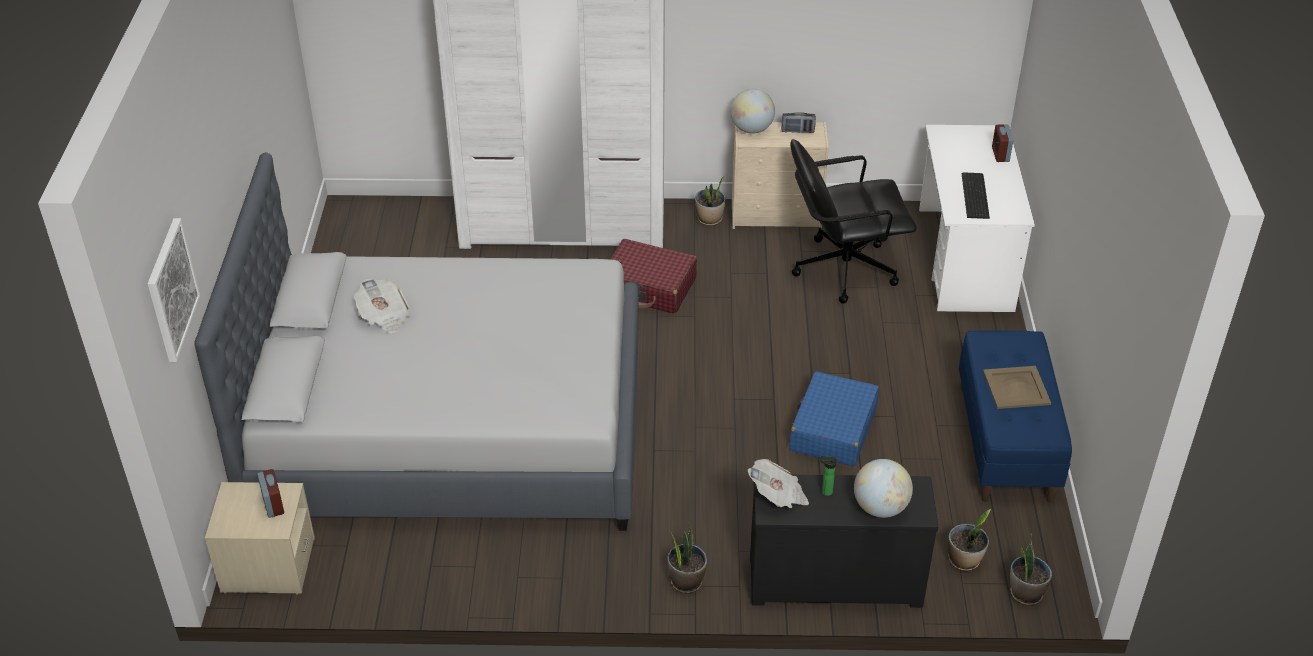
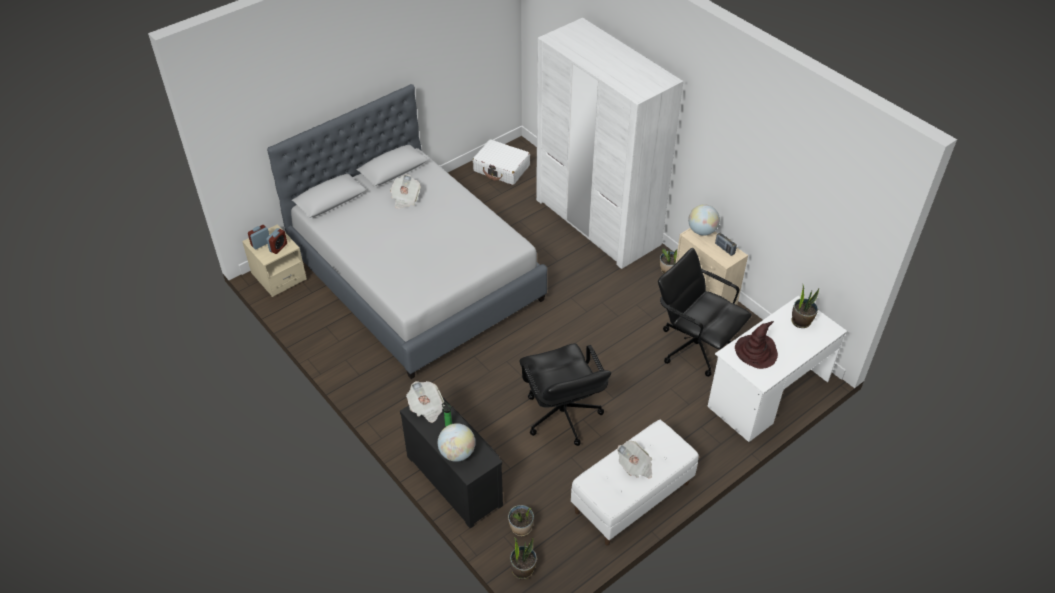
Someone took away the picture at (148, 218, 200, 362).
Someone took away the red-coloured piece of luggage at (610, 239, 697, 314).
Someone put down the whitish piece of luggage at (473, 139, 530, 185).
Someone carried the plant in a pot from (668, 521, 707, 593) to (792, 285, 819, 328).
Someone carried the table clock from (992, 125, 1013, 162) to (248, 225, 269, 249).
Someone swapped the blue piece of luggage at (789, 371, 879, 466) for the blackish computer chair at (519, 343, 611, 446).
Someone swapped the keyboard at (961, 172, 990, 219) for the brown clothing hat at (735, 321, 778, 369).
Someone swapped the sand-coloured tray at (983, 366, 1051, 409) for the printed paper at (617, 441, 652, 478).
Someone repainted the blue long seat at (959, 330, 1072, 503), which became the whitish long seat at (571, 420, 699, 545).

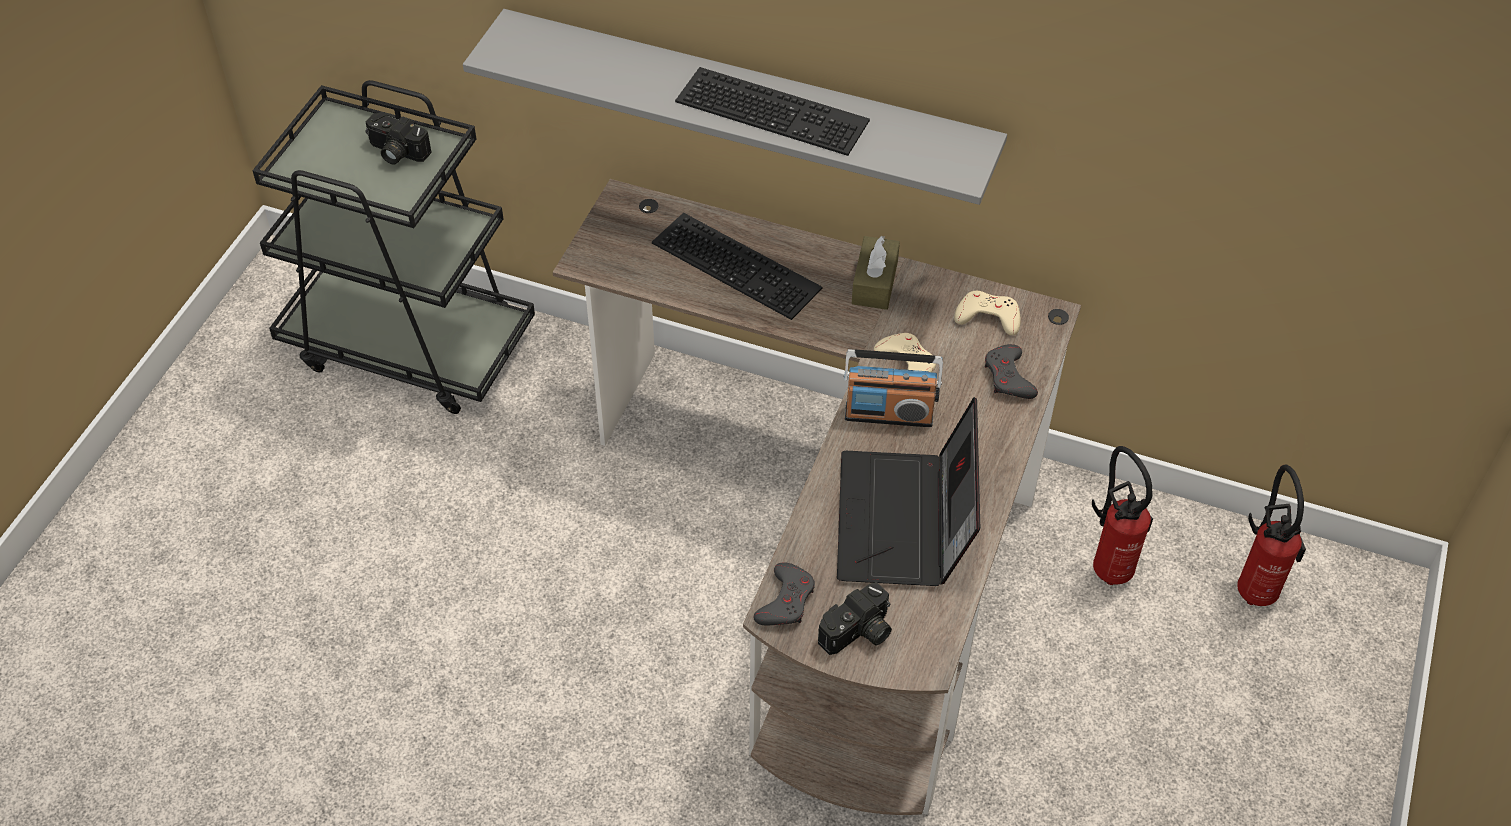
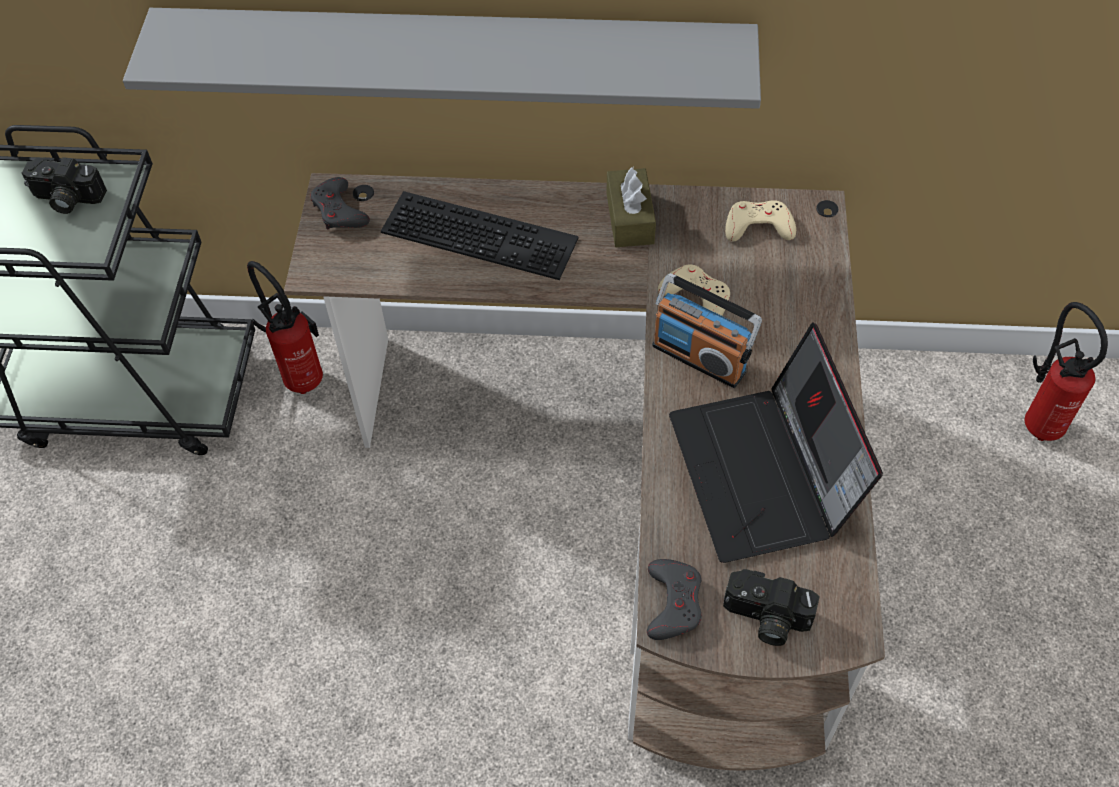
Someone took away the keyboard at (675, 67, 870, 156).
Someone carried the grey joypad from (985, 344, 1038, 399) to (310, 177, 370, 230).
Someone carried the fire extinguisher from (1092, 446, 1153, 585) to (247, 261, 323, 394).
Someone rotated the photo camera at (818, 582, 892, 655) by 75 degrees clockwise.
Someone rotated the radio at (844, 349, 943, 427) by 45 degrees clockwise.

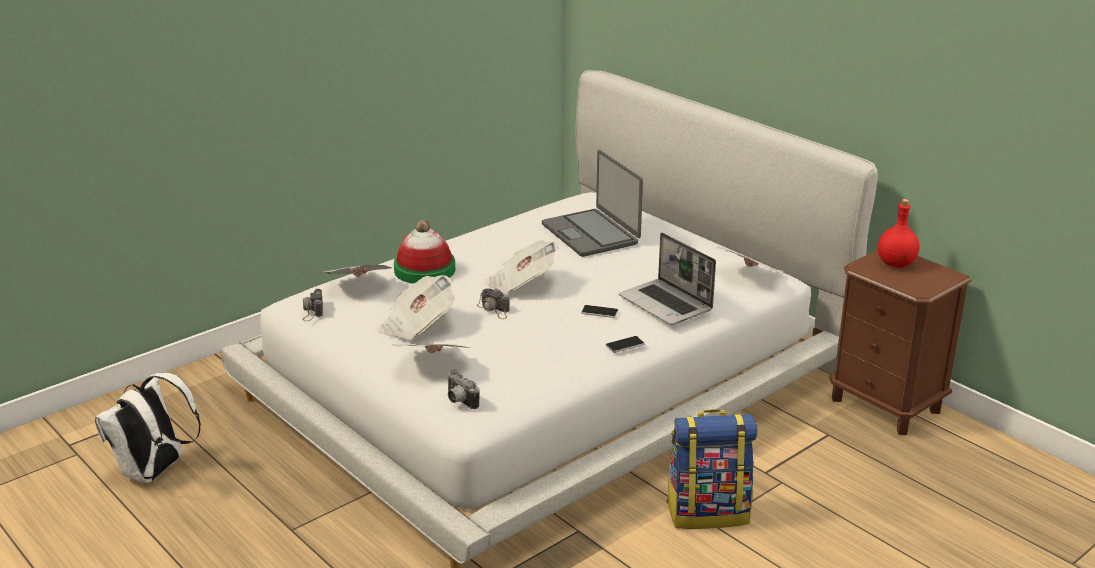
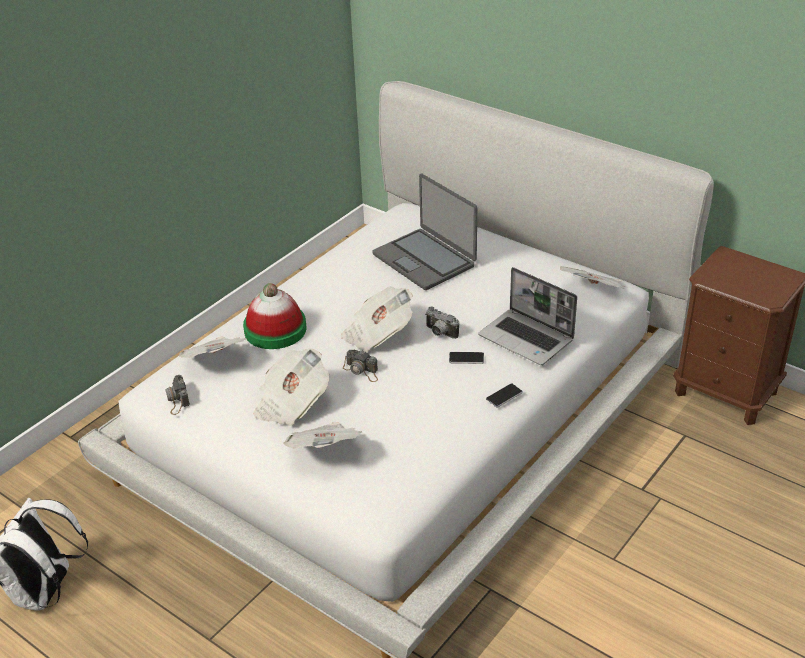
Someone took away the rucksack at (666, 409, 757, 529).
Someone took away the red-coloured beverage bottle at (878, 199, 919, 268).
Someone carried the photo camera from (447, 369, 480, 409) to (425, 306, 459, 339).

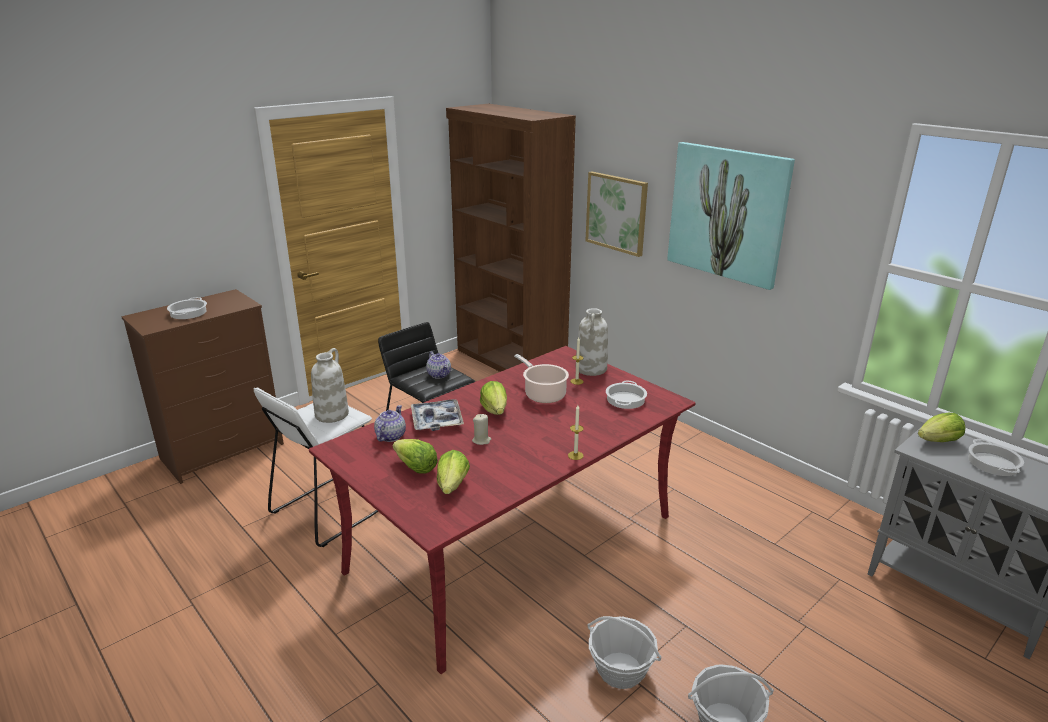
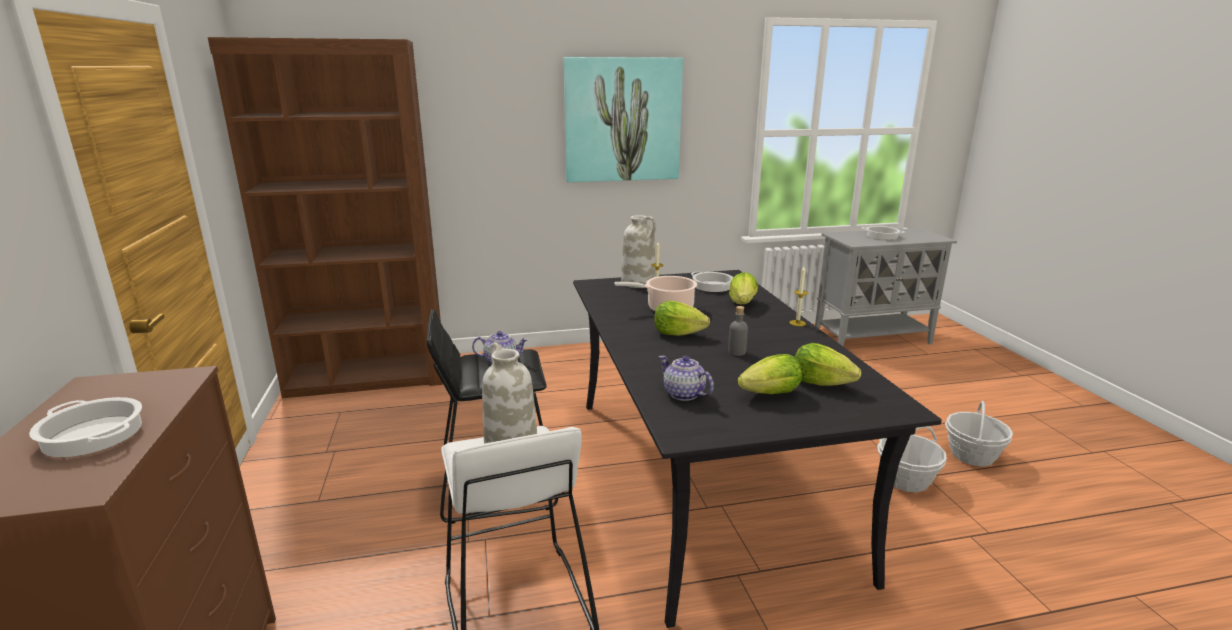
Someone took away the tray at (411, 399, 464, 431).
Someone took away the picture at (586, 171, 648, 257).
Someone carried the head of lettuce from (918, 413, 966, 442) to (729, 272, 758, 304).
Someone swapped the sand-coloured candle at (472, 414, 491, 445) for the grey beverage bottle at (728, 306, 748, 356).
Someone repainted the red-coloured kitchen table at (309, 346, 695, 674), which became the blackish kitchen table at (573, 270, 942, 628).

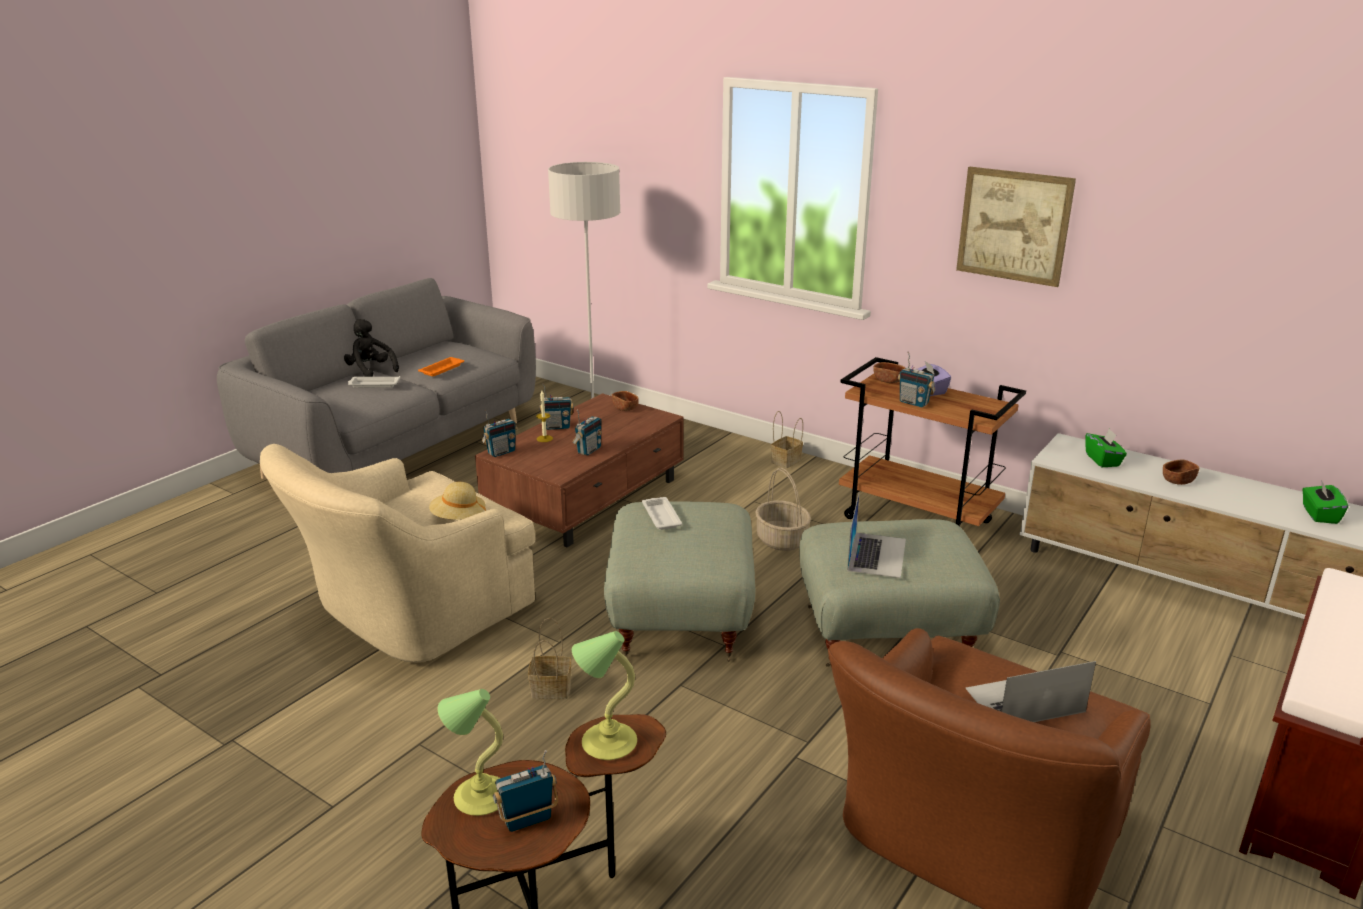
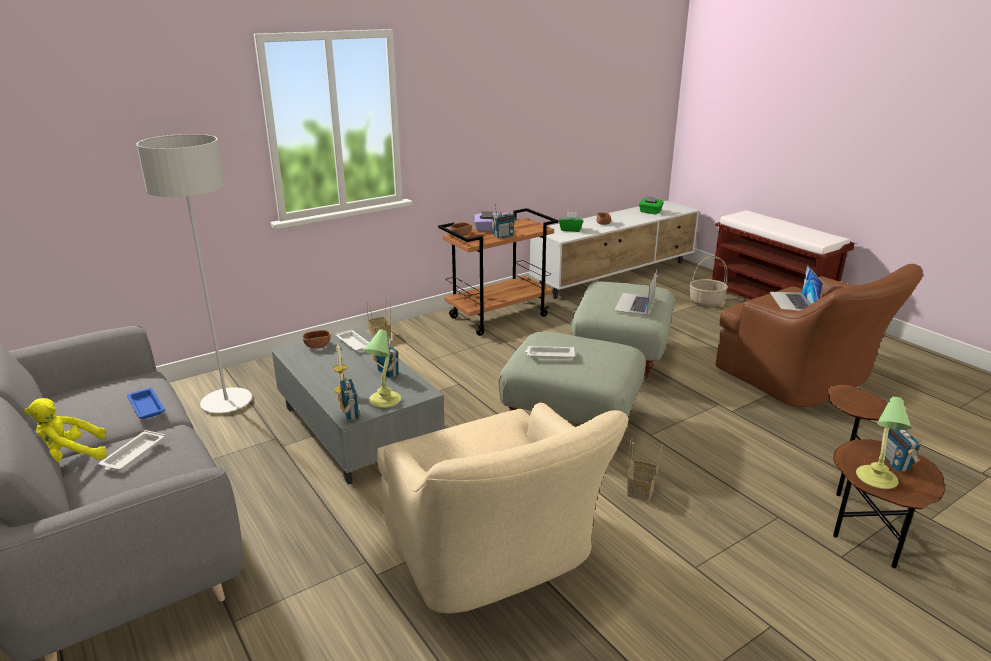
Someone took away the sand-coloured clothing hat at (429, 482, 486, 520).
Someone took away the radio at (539, 384, 574, 430).
Someone took away the picture at (956, 167, 1076, 287).
Someone put down the whitish tray at (335, 329, 369, 352).
Someone carried the tabletop lamp from (572, 631, 637, 760) to (364, 329, 401, 408).
Someone carried the household basket from (755, 468, 811, 551) to (689, 256, 728, 307).
Someone repainted the blackish cuddly toy at (344, 319, 399, 377), which became the yellow-coloured cuddly toy at (24, 398, 107, 462).
Someone repainted the orange tray at (418, 357, 464, 376), which became the blue tray at (127, 388, 165, 419).
Someone repainted the brown low table at (475, 393, 684, 547), which became the grey low table at (272, 327, 445, 485).
Someone rotated the laptop at (847, 494, 906, 578) by 105 degrees counterclockwise.

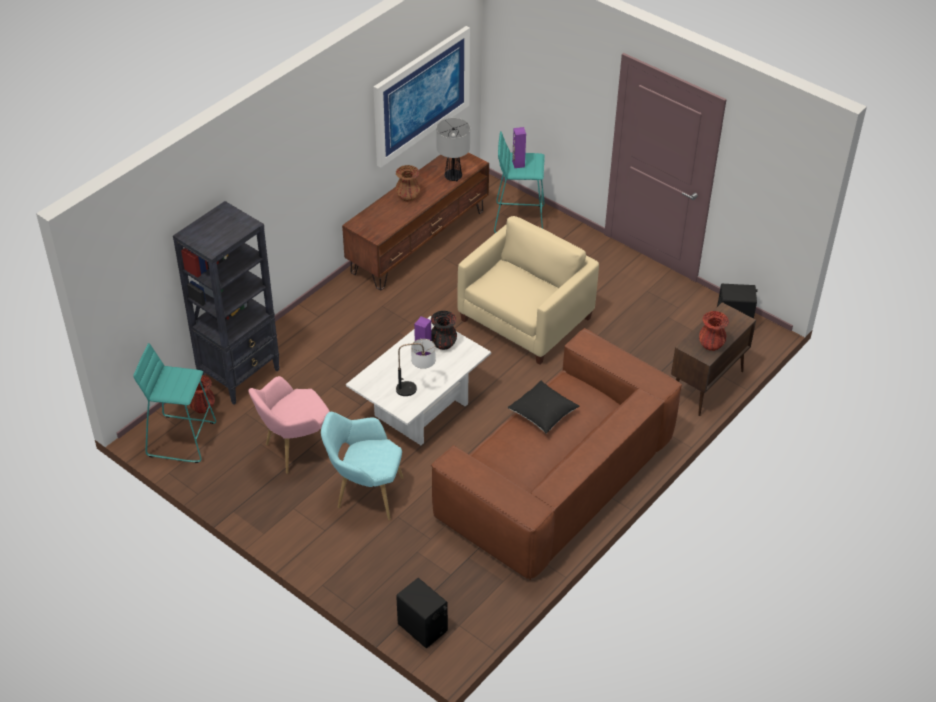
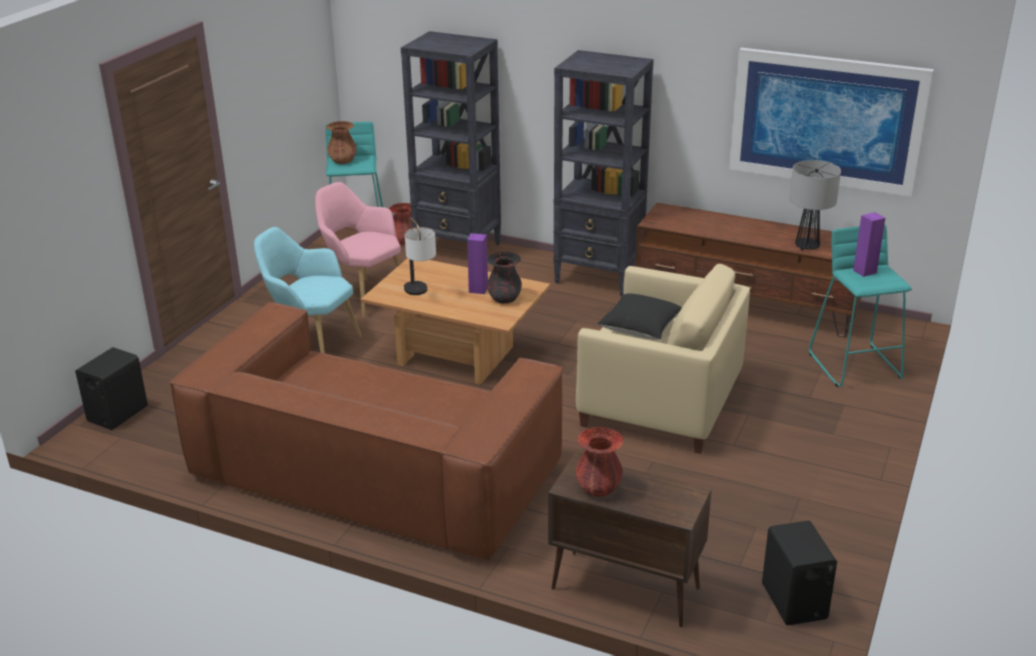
Someone put down the blackish bookcase at (553, 50, 653, 296).
Someone carried the brown flower vase from (396, 165, 420, 202) to (326, 121, 356, 164).
Someone carried the blackish pillow from (507, 381, 579, 434) to (597, 293, 682, 340).
Someone repainted the whitish low table at (346, 316, 491, 445), which became the brown low table at (361, 258, 550, 385).
Someone rotated the turquoise easy chair at (321, 412, 404, 520) by 60 degrees counterclockwise.

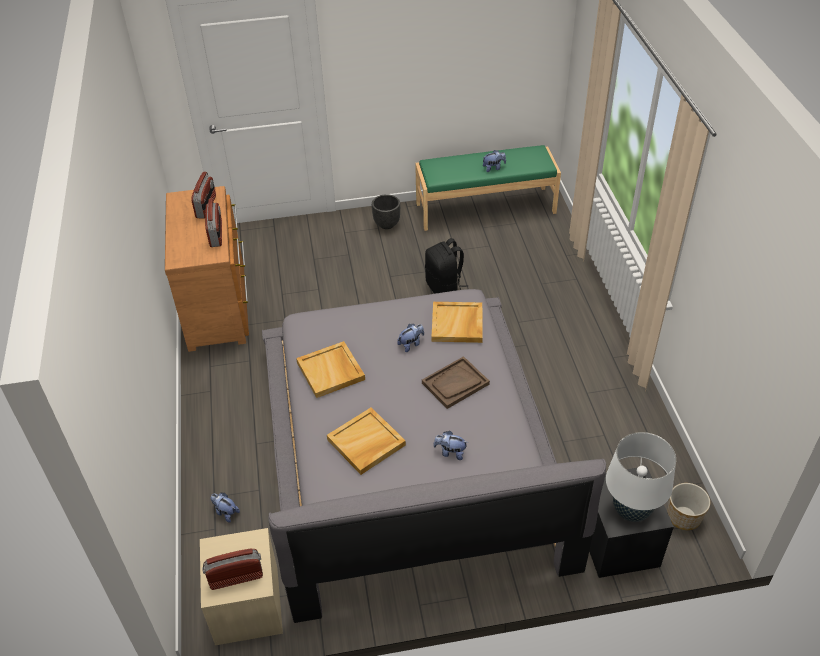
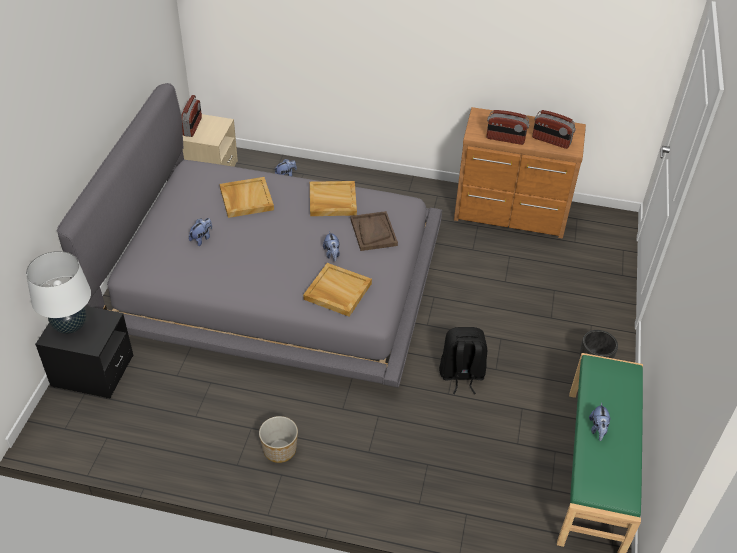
Someone carried the brown tray from (422, 356, 490, 409) to (350, 211, 398, 251).
Someone carried the planter from (667, 483, 710, 530) to (259, 416, 298, 463).

